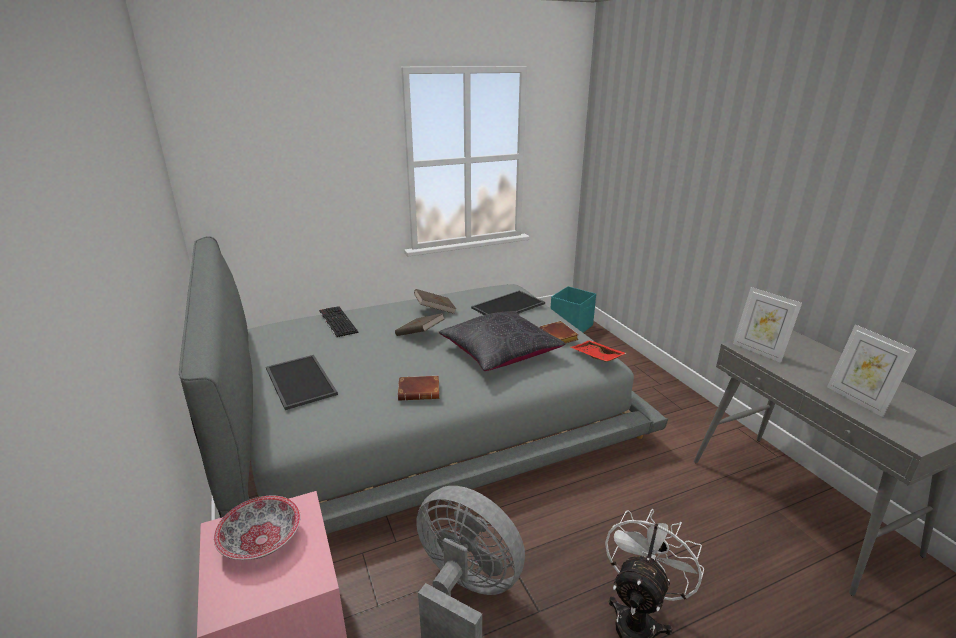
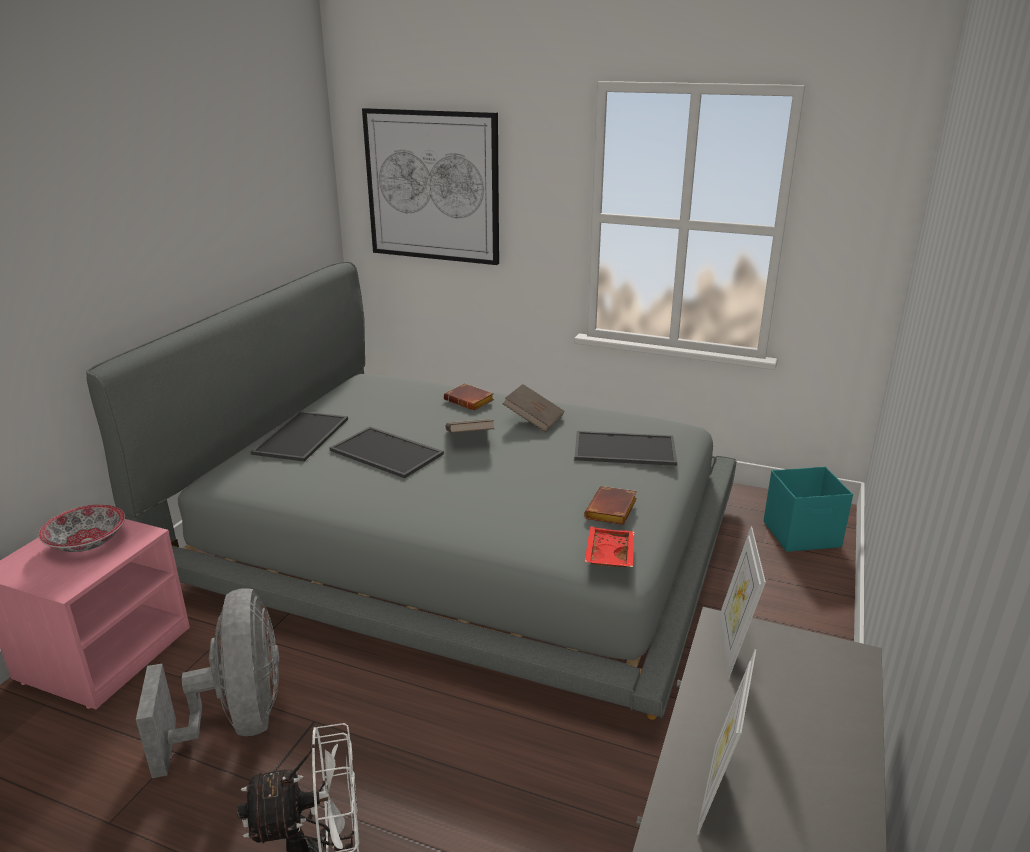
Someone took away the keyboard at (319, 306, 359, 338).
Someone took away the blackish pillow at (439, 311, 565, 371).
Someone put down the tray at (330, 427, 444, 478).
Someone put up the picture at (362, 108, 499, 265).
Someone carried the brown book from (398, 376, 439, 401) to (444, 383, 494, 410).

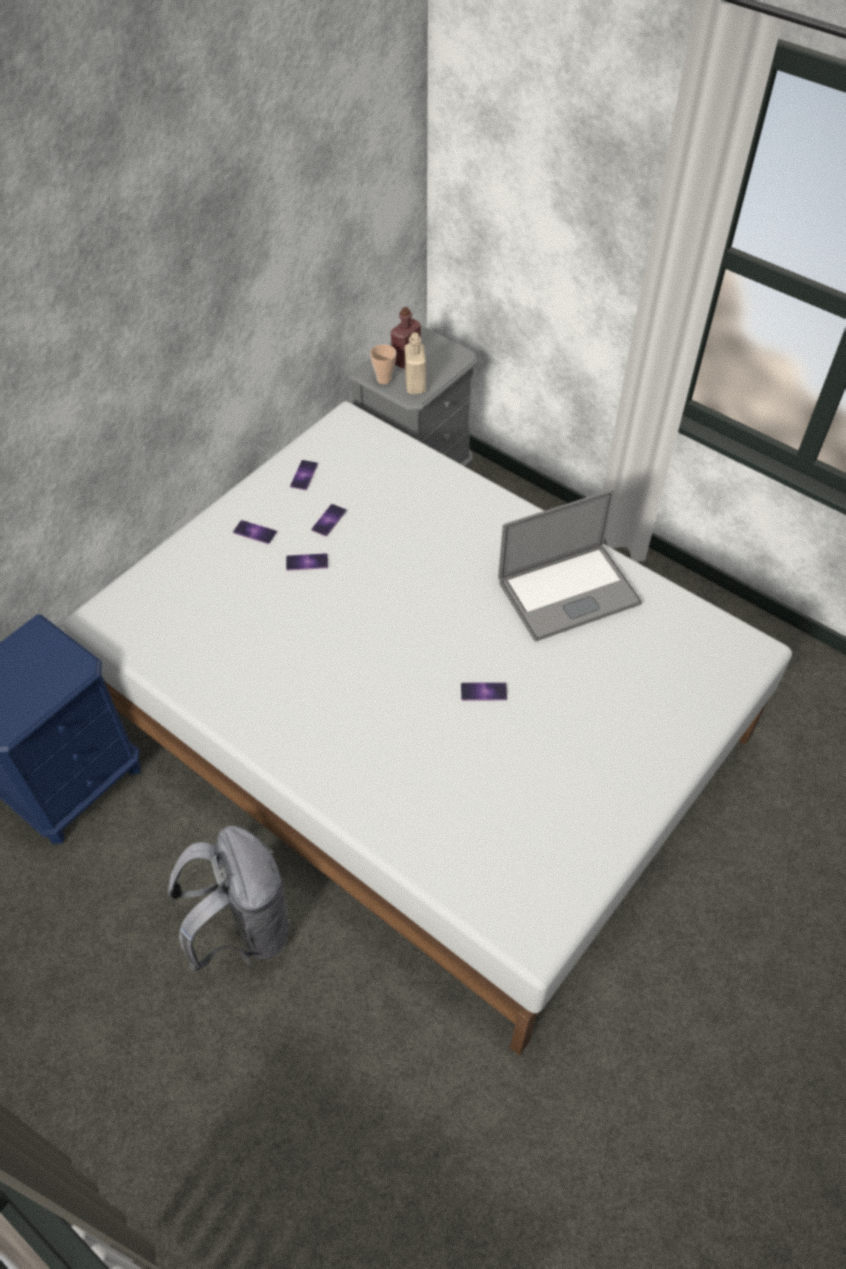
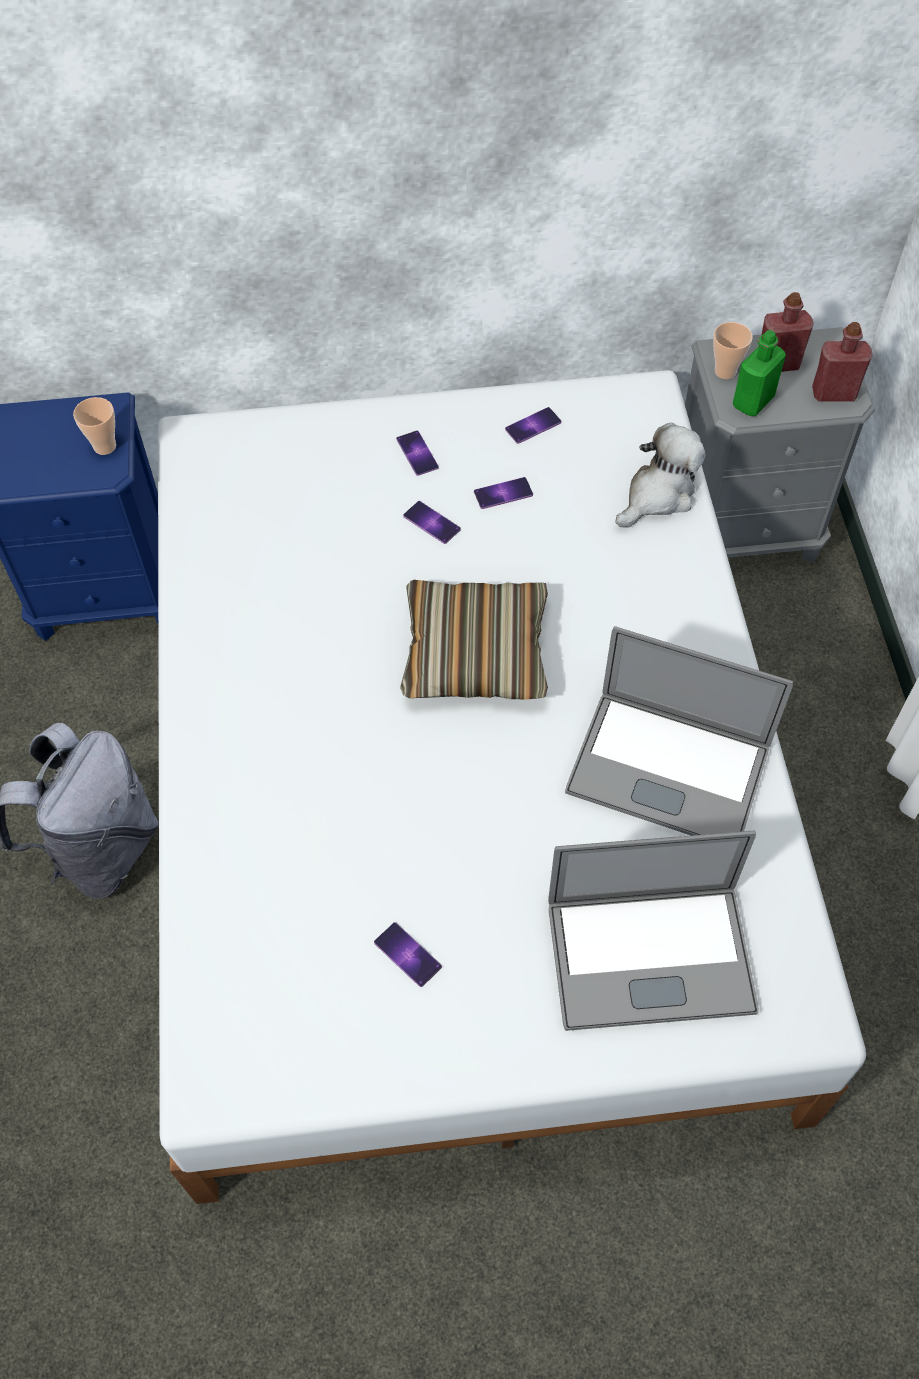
Someone put down the drinking cup at (73, 397, 116, 455).
Someone put down the pillow at (400, 580, 548, 700).
Someone put down the laptop at (548, 831, 759, 1031).
Someone put down the cuddly toy at (615, 423, 705, 528).
Someone put down the red-coloured beverage bottle at (812, 322, 873, 402).
Someone carried the handset from (461, 683, 507, 701) to (374, 922, 442, 987).
Someone repainted the sand-coloured beverage bottle at (405, 332, 426, 394), which became the green-coloured beverage bottle at (733, 330, 786, 416).

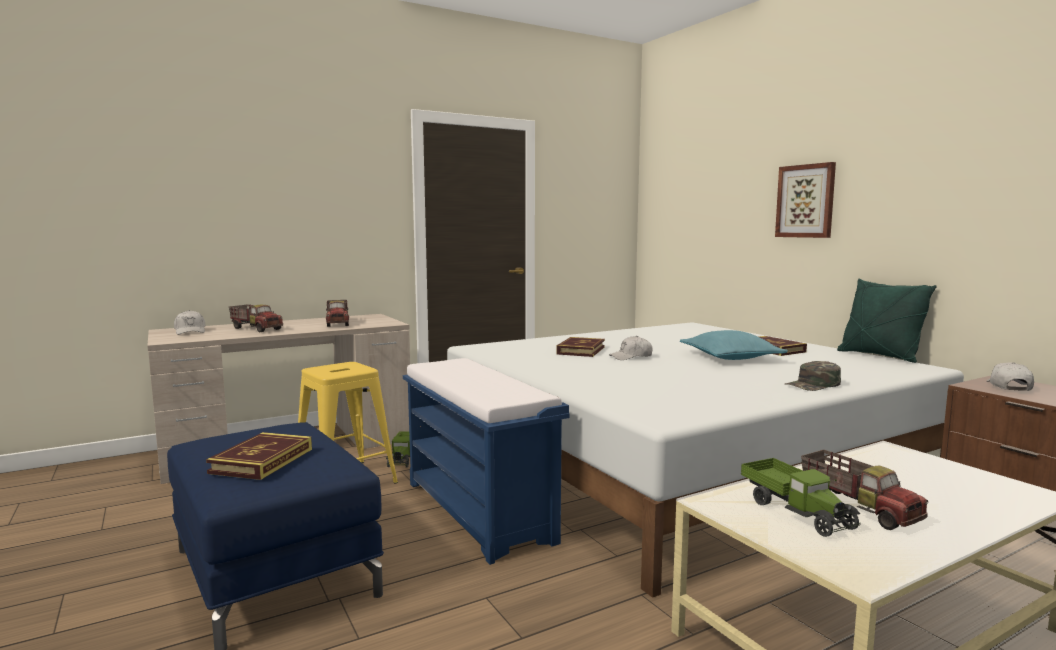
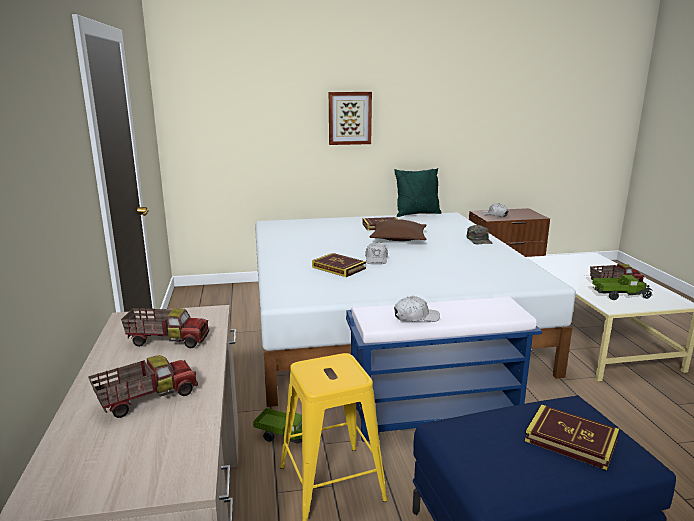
Someone carried the whitish baseball cap from (174, 310, 205, 335) to (394, 296, 440, 322).
Someone repainted the turquoise pillow at (680, 330, 788, 360), which became the brown pillow at (369, 219, 426, 241).

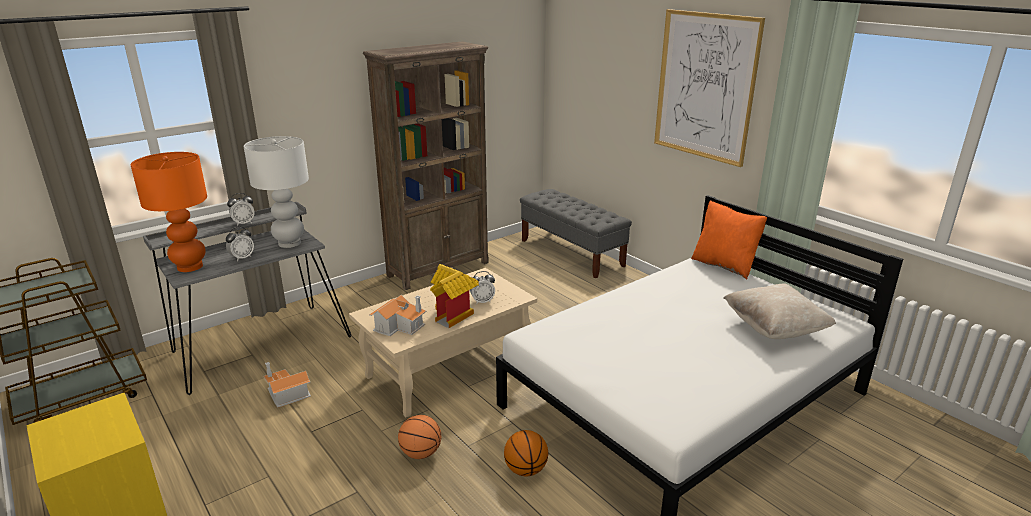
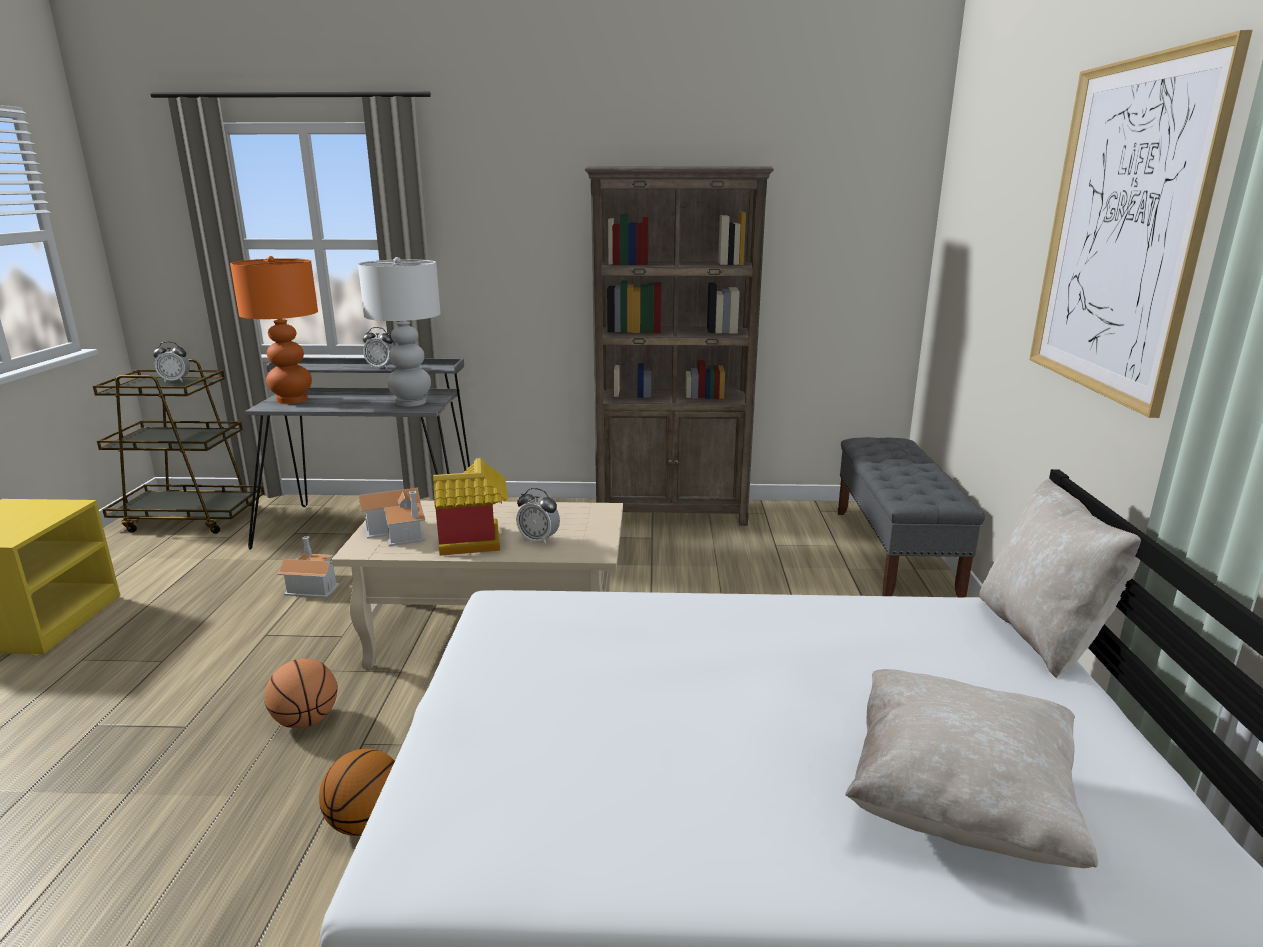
Someone carried the table clock from (226, 226, 254, 261) to (153, 342, 190, 383).
Someone repainted the orange pillow at (691, 200, 767, 279), which became the sand-coloured pillow at (979, 478, 1141, 678).

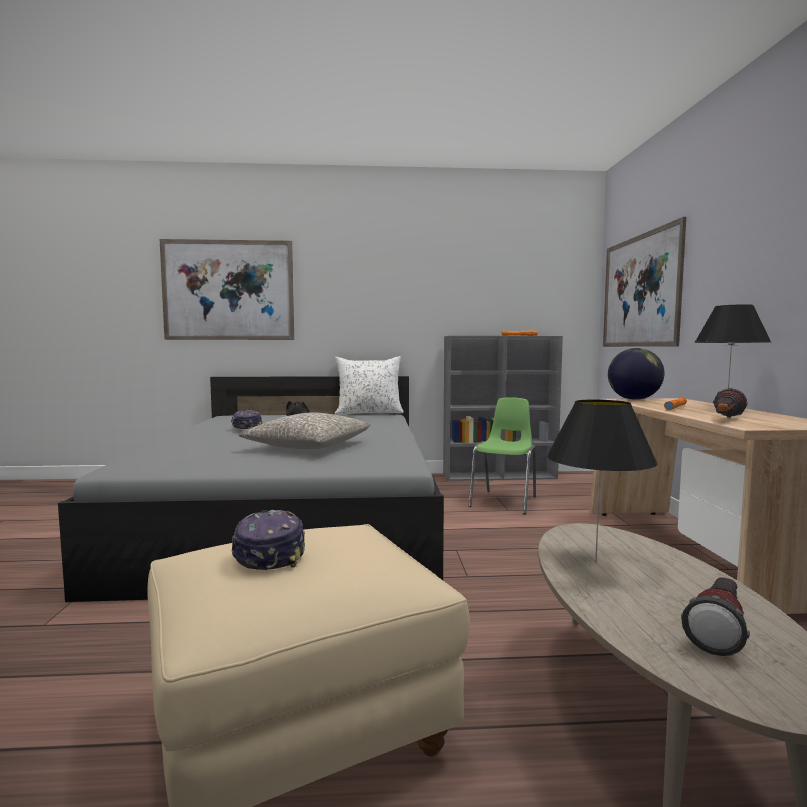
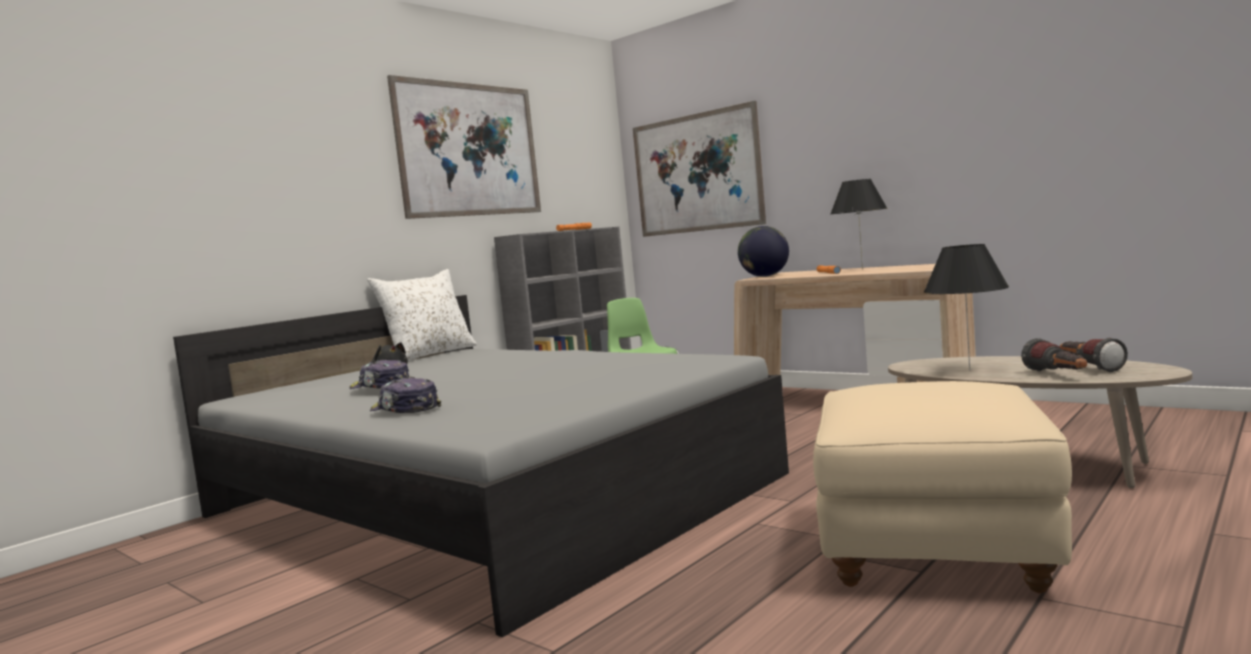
Someone took away the grey pillow at (239, 412, 370, 449).
Someone carried the picture from (160, 239, 294, 340) to (387, 75, 541, 219).
Someone carried the baseball cap from (232, 510, 305, 570) to (370, 376, 441, 413).
Someone carried the hand torch from (713, 388, 748, 418) to (1021, 338, 1087, 371).

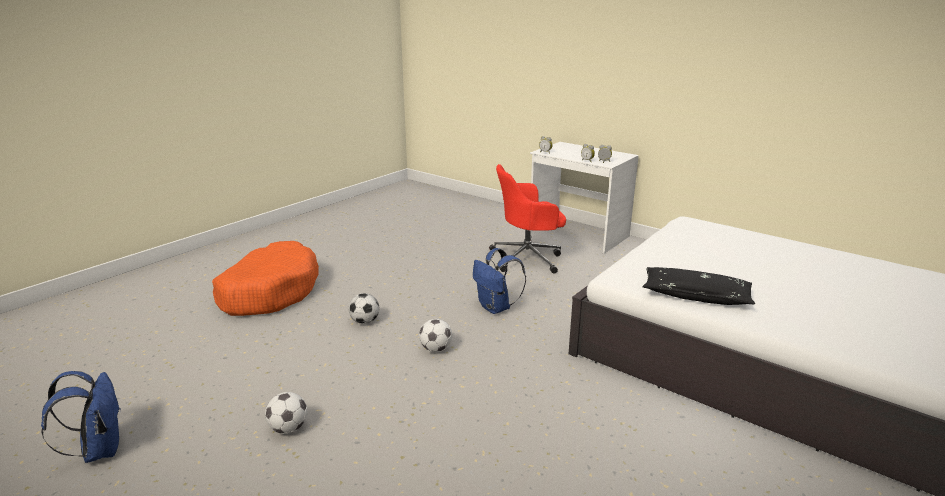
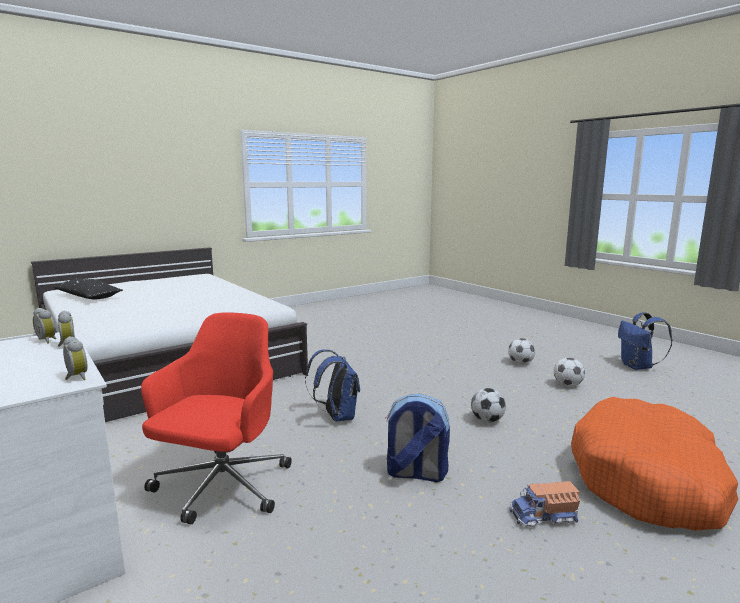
Someone put down the rucksack at (385, 394, 450, 482).
Someone put down the toy lorry at (509, 481, 580, 527).
Someone carried the ball for football from (419, 319, 452, 352) to (554, 357, 585, 387).
Someone carried the blackish pillow from (642, 267, 755, 305) to (53, 278, 123, 300).
Someone rotated the red-coloured computer chair at (489, 164, 566, 274) by 75 degrees counterclockwise.

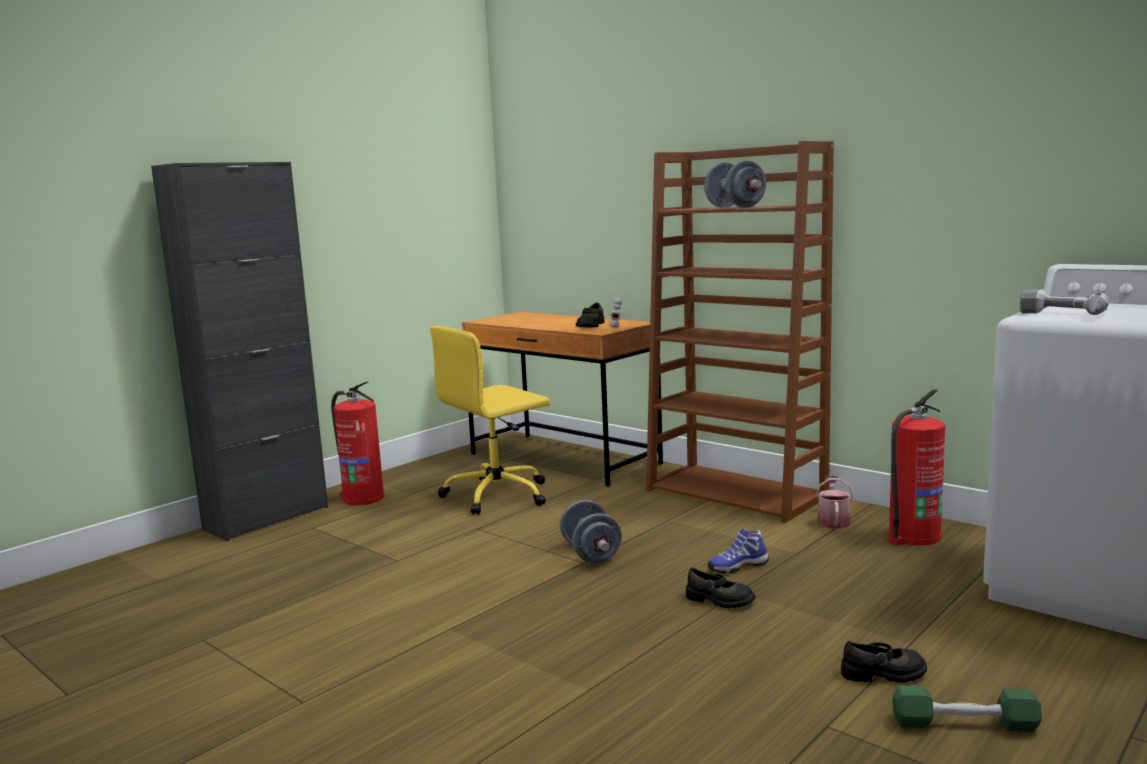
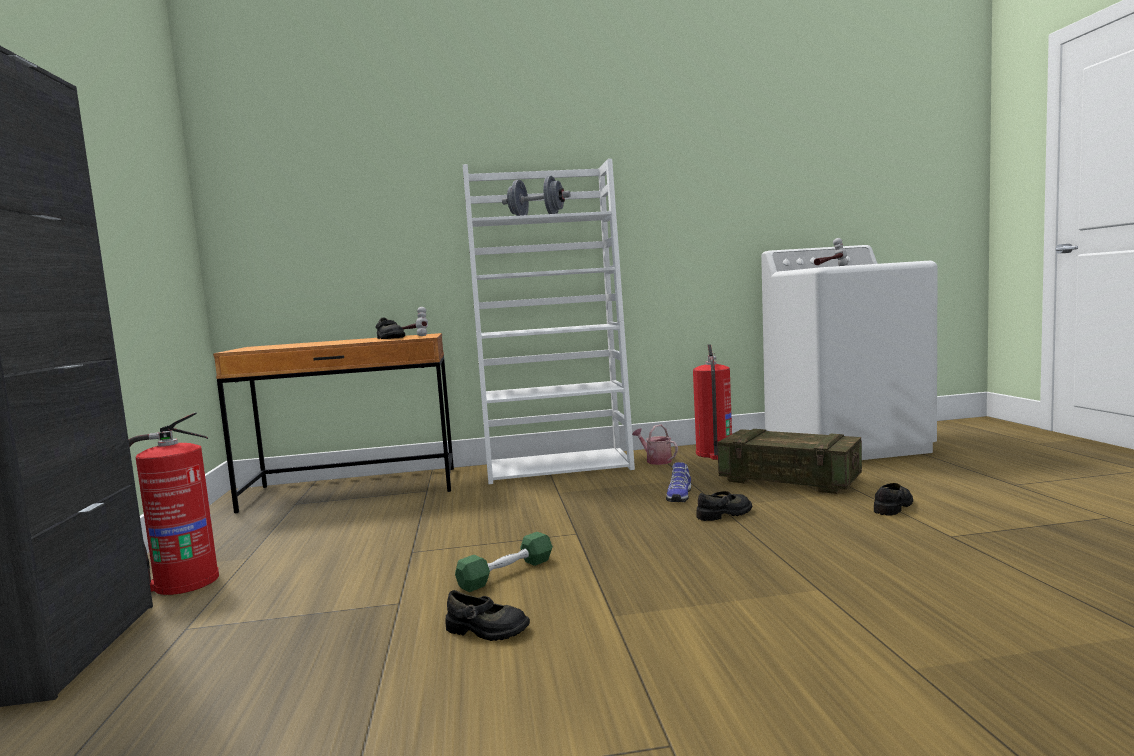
Someone took away the yellow-coloured computer chair at (430, 326, 550, 515).
Someone took away the grey free weight at (560, 500, 622, 563).
Someone put down the blackish item of footwear at (446, 590, 530, 641).
Someone put down the crate at (717, 429, 862, 494).
Someone carried the green-coloured free weight from (892, 685, 1042, 732) to (455, 532, 553, 592).
Someone swapped the power drill at (1020, 289, 1109, 315) for the hand hammer at (814, 238, 848, 266).
Someone repainted the brown bookcase at (646, 141, 834, 523), which became the whitish bookcase at (463, 159, 635, 484).

